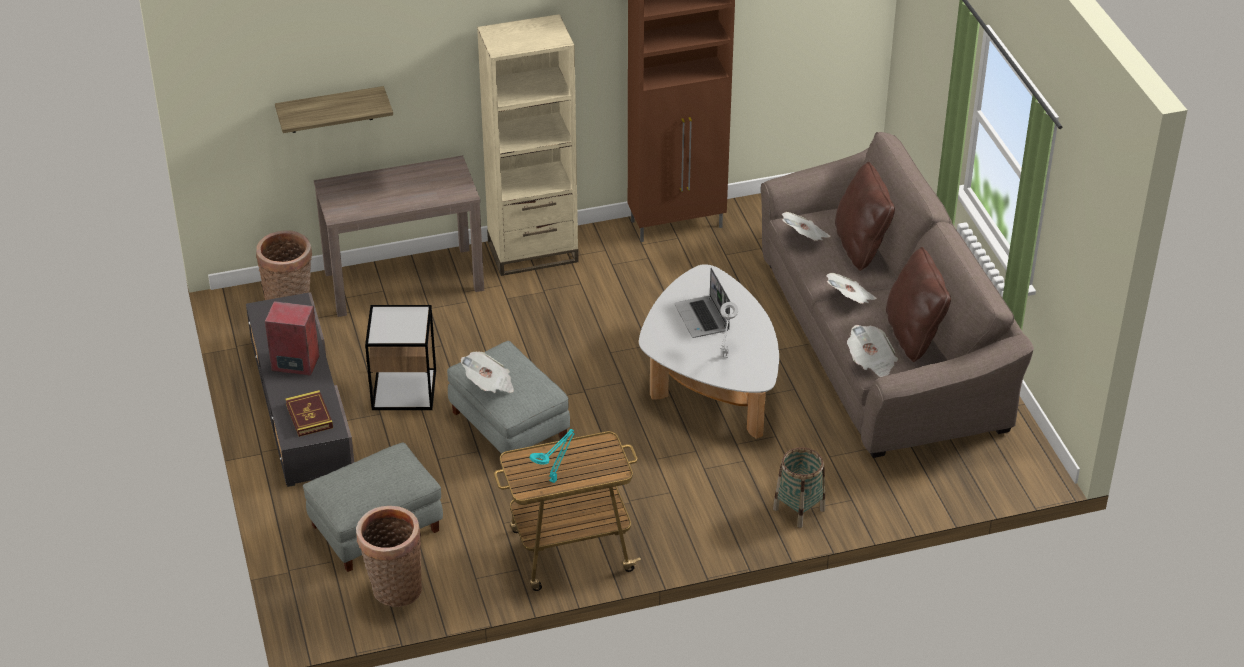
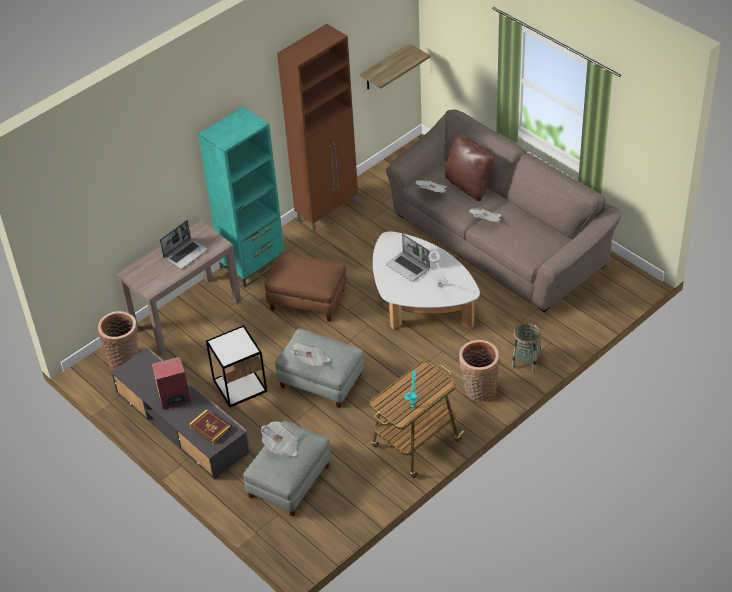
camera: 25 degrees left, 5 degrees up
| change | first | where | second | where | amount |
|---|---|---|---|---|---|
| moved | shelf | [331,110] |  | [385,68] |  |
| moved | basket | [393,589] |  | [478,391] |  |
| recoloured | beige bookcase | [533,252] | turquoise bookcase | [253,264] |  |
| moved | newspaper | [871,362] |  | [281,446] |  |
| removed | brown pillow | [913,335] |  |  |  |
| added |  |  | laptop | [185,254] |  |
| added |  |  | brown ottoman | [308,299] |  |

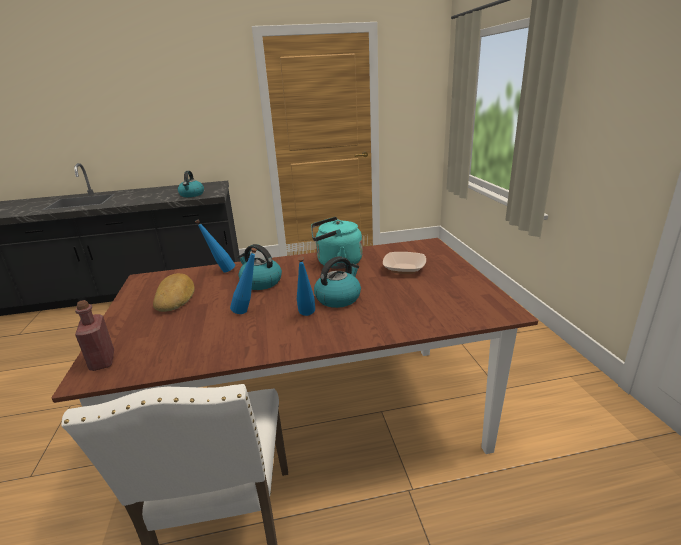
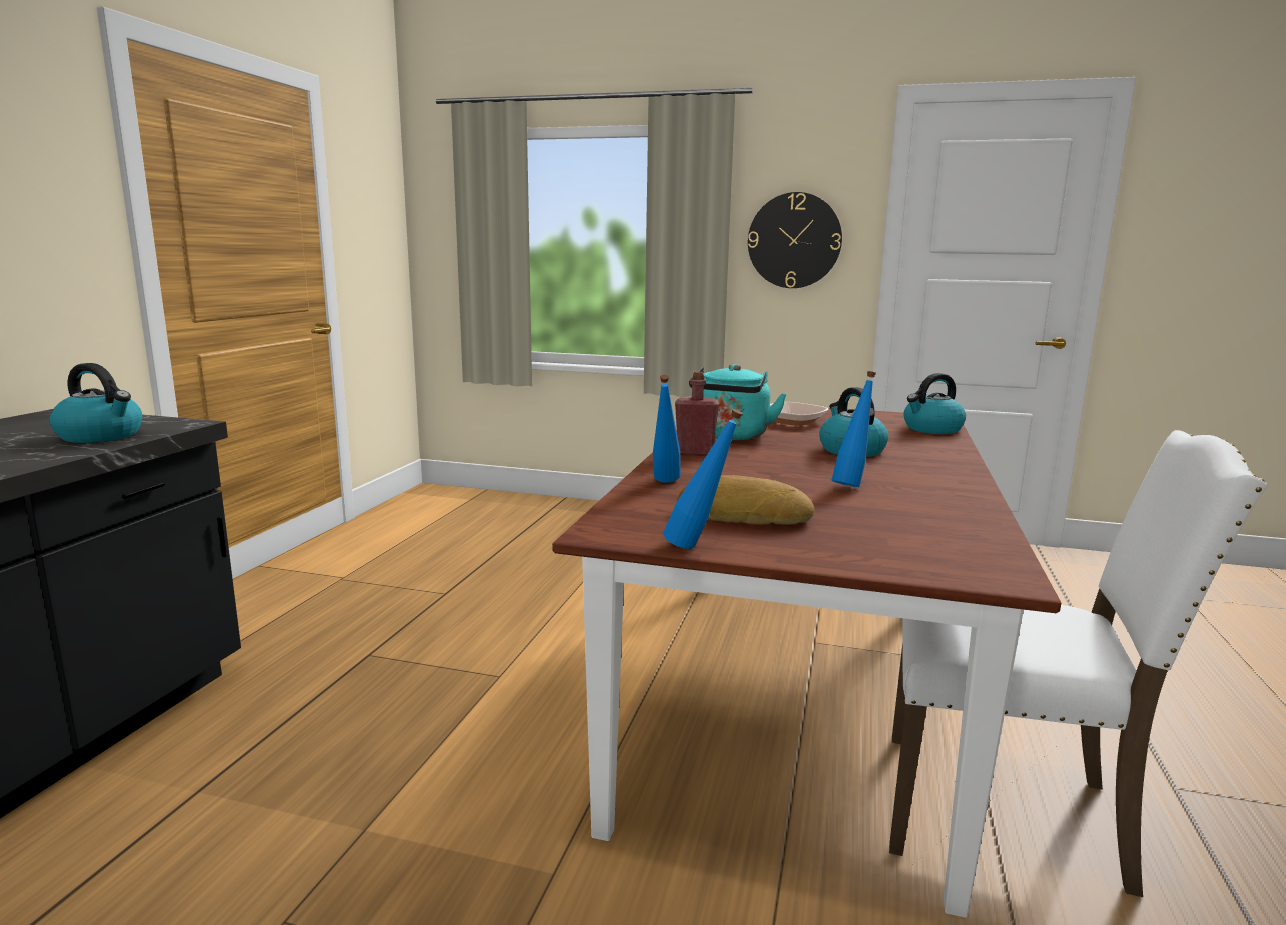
camera: 65 degrees left, 10 degrees down
| change | first | where | second | where | amount |
|---|---|---|---|---|---|
| moved | red bottle | [102,361] |  | [695,453] |  |
| moved | kettle | [260,282] |  | [932,429] |  |
| moved | blue bottle | [307,316] |  | [699,547] |  |
| added |  |  | wall clock | [794,240] |  |

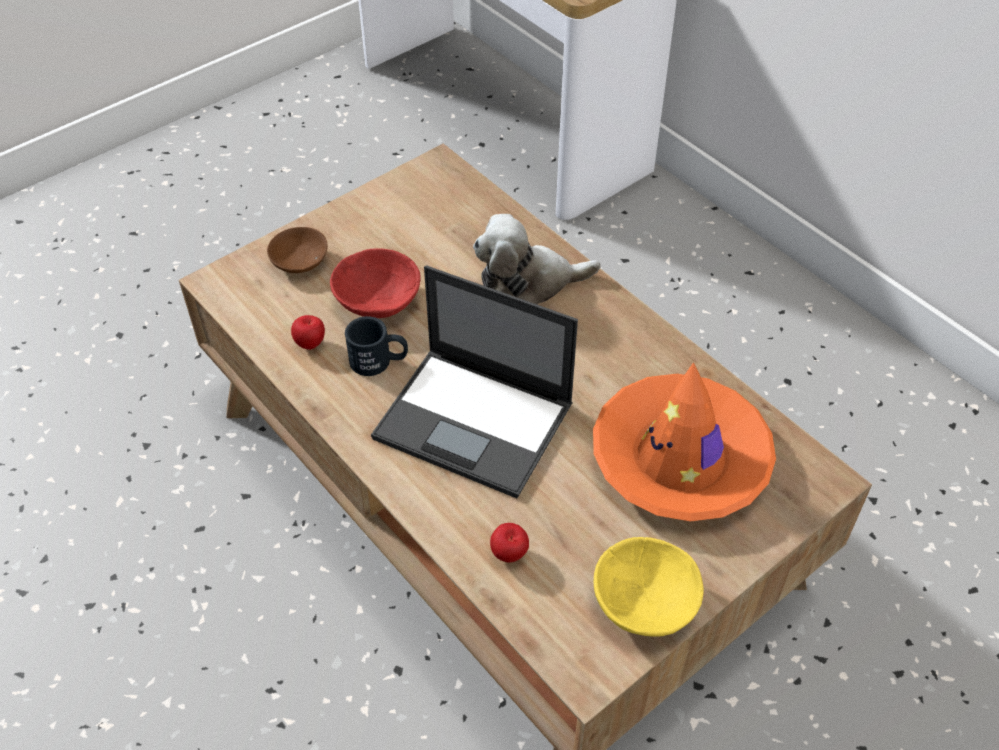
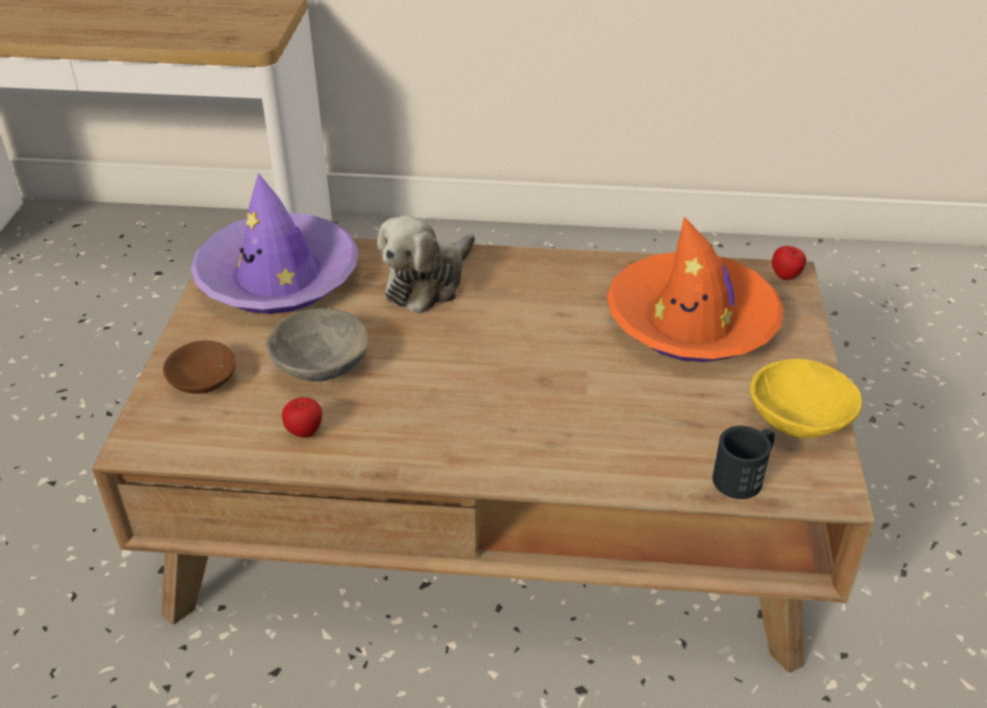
camera: 45 degrees left, 10 degrees down
| change | first | where | second | where | amount |
|---|---|---|---|---|---|
| recoloured | red bowl | [376,301] | grey bowl | [319,367] |  |
| moved | black mug | [379,361] |  | [744,475] |  |
| removed | laptop | [476,422] |  |  |  |
| moved | apple | [509,554] |  | [785,277] |  |
| added |  |  | purple hat | [278,278] |  |

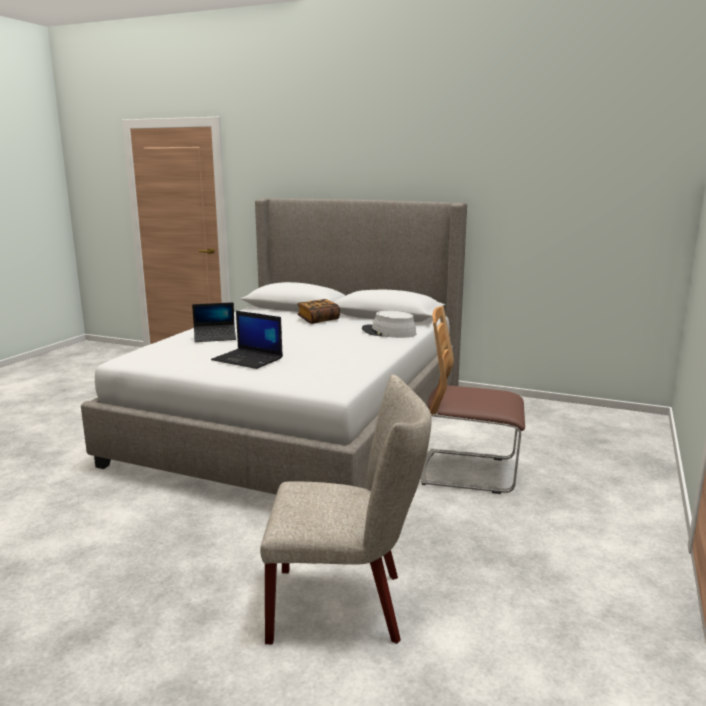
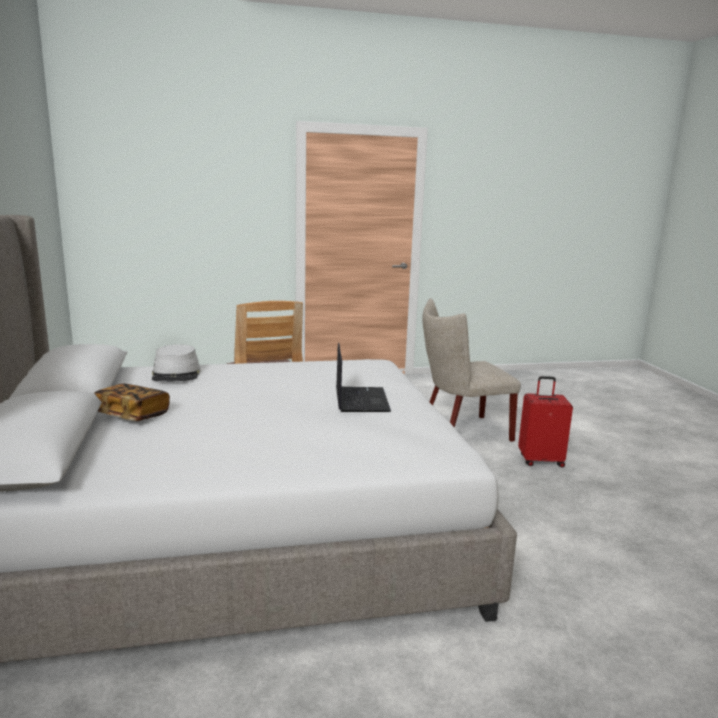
camera: 125 degrees left, 0 degrees up
| change | first | where | second | where | amount |
|---|---|---|---|---|---|
| removed | laptop | [215,337] |  |  |  |
| turned | beige chair | [346,605] |  | [460,432] | 75 degrees counterclockwise |
| added |  |  | red suitcase | [540,460] |  |

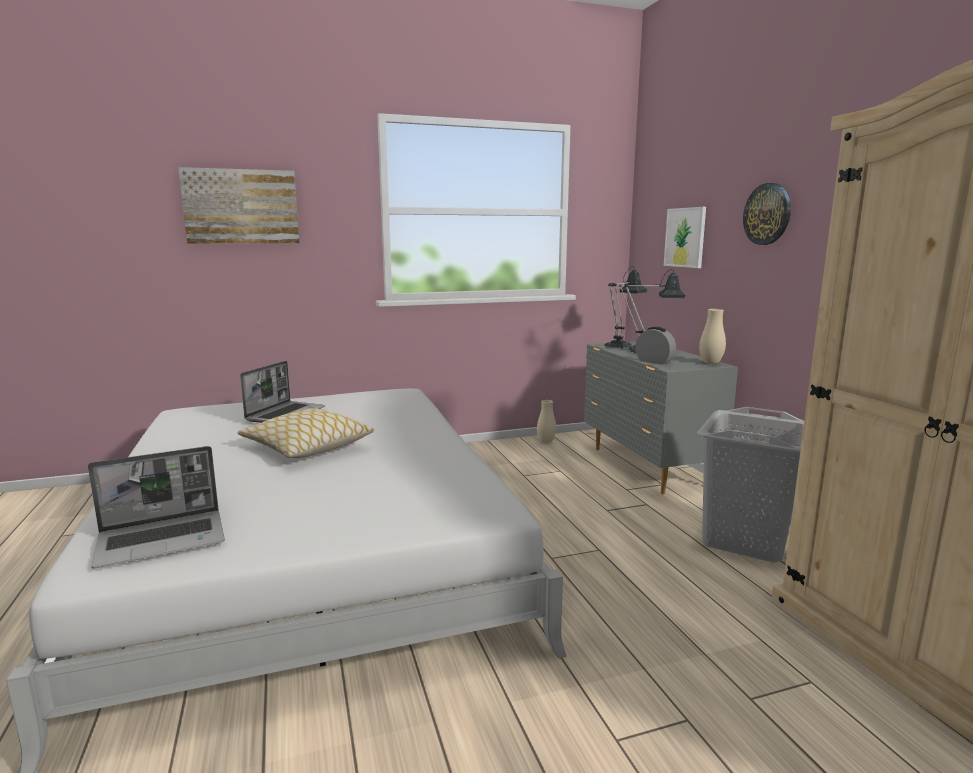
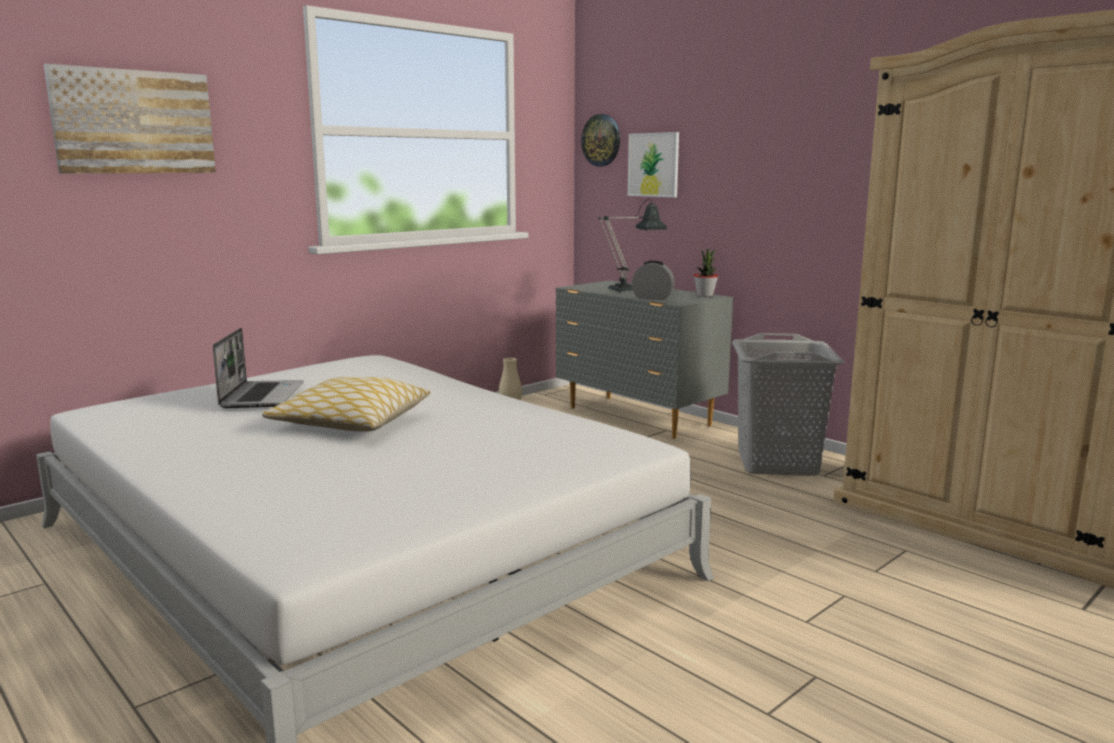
camera: 25 degrees left, 0 degrees up
| change | first | where | second | where | amount |
|---|---|---|---|---|---|
| removed | laptop | [163,540] |  |  |  |
| removed | table lamp | [621,345] |  |  |  |
| replaced | beige vase | [710,363] | potted plant | [705,295] |  |
| moved | wall clock | [767,214] |  | [601,140] |  |

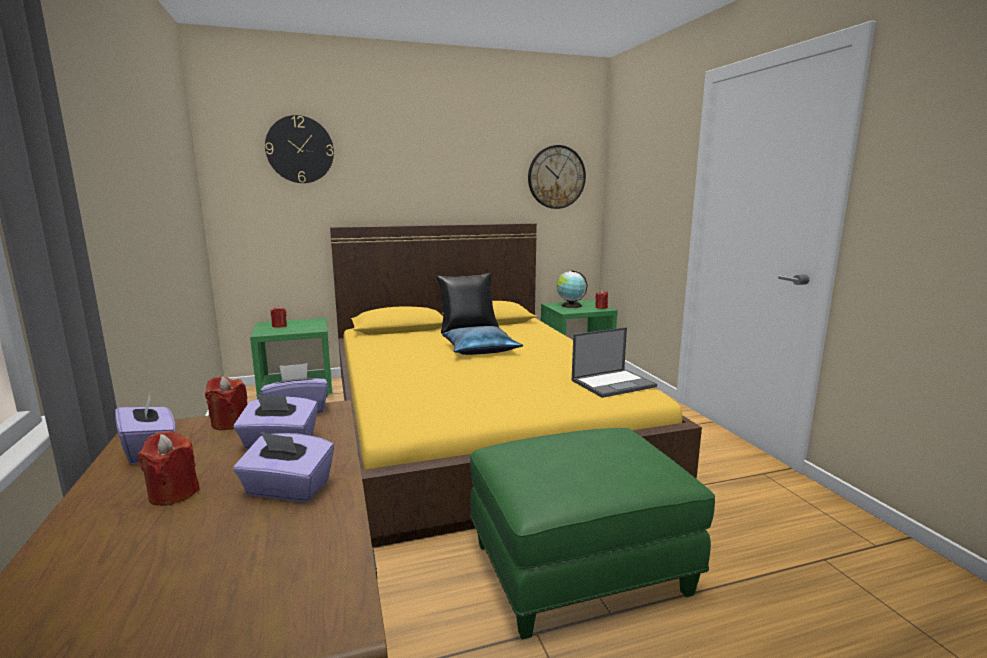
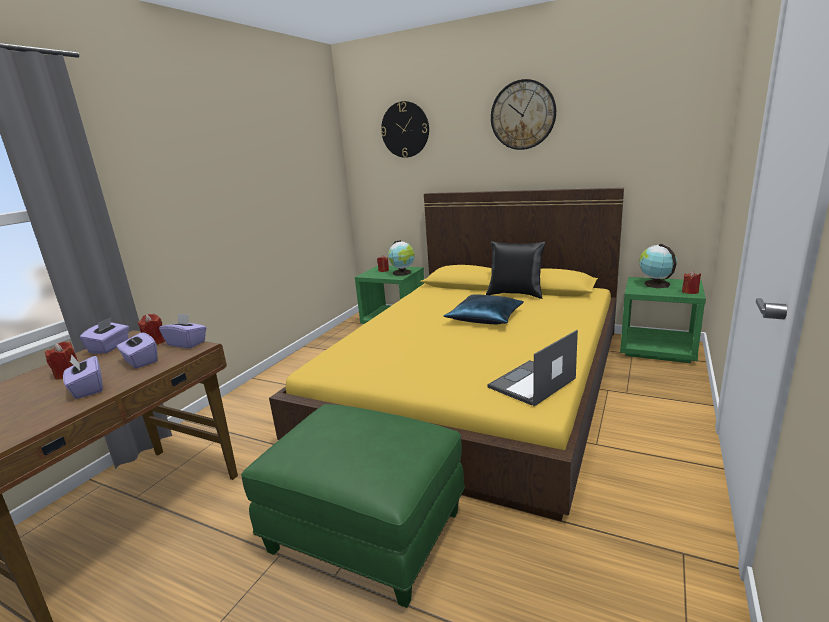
camera: 45 degrees right, 5 degrees up
| change | first | where | second | where | amount |
|---|---|---|---|---|---|
| moved | wall clock | [556,177] |  | [523,115] |  |
| turned | laptop | [613,383] |  | [531,383] | 120 degrees clockwise |
| added |  |  | globe | [403,273] |  |

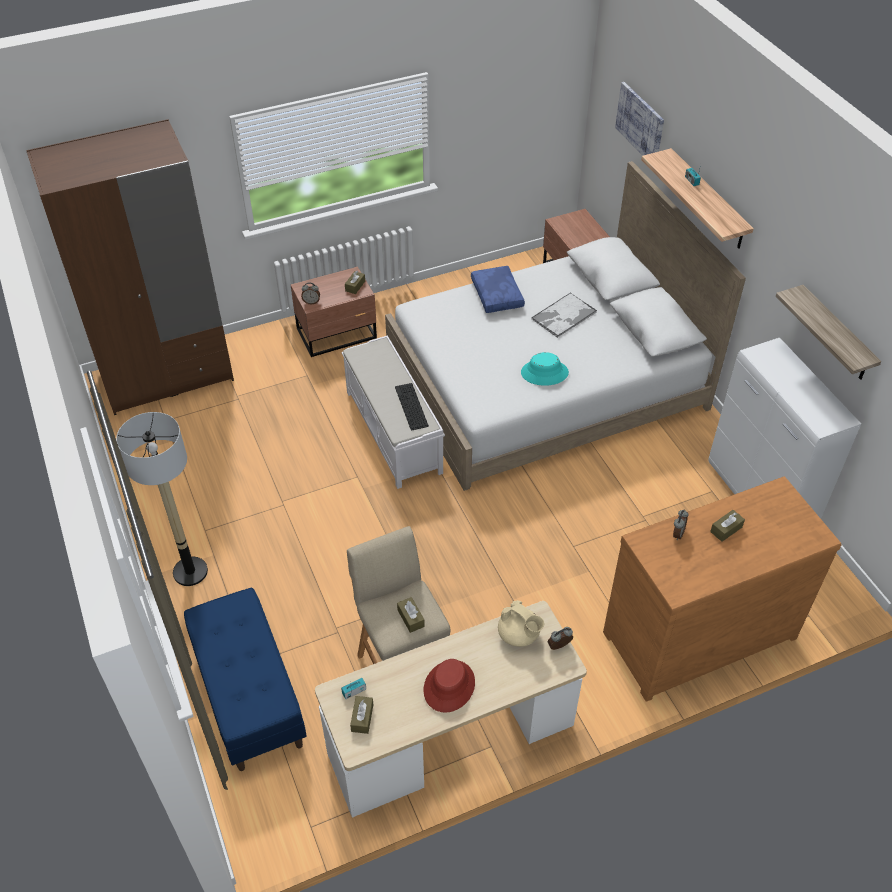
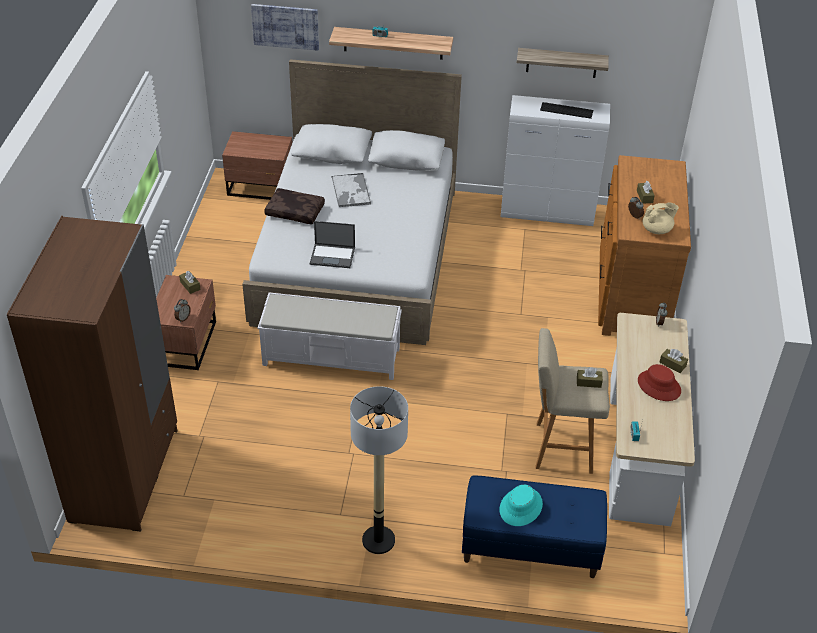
camera: 60 degrees left, 5 degrees down
| change | first | where | second | where | amount |
|---|---|---|---|---|---|
| moved | brown tissue box | [362,718] |  | [672,364] |  |
| moved | keyboard | [411,406] |  | [566,110] |  |
| recoloured | blue pillow | [498,295] | brown pillow | [295,211] |  |
| moved | beige teapot | [519,635] |  | [657,230] |  |
| moved | turquoise hat | [544,373] |  | [521,507] |  |
| added |  |  | laptop | [333,256] |  |

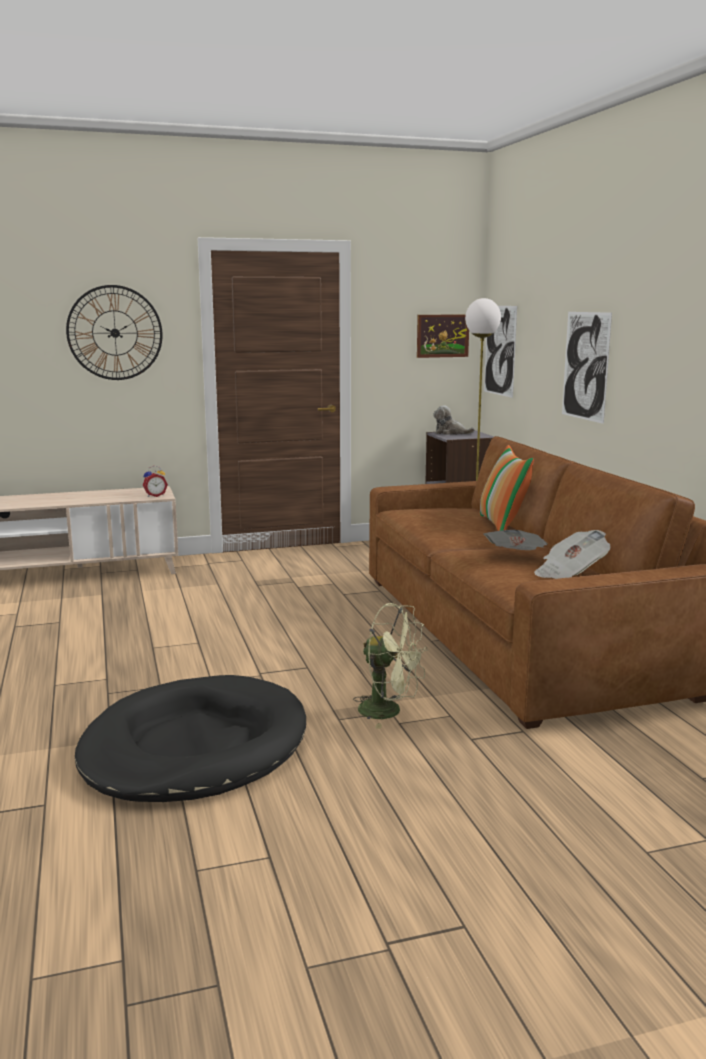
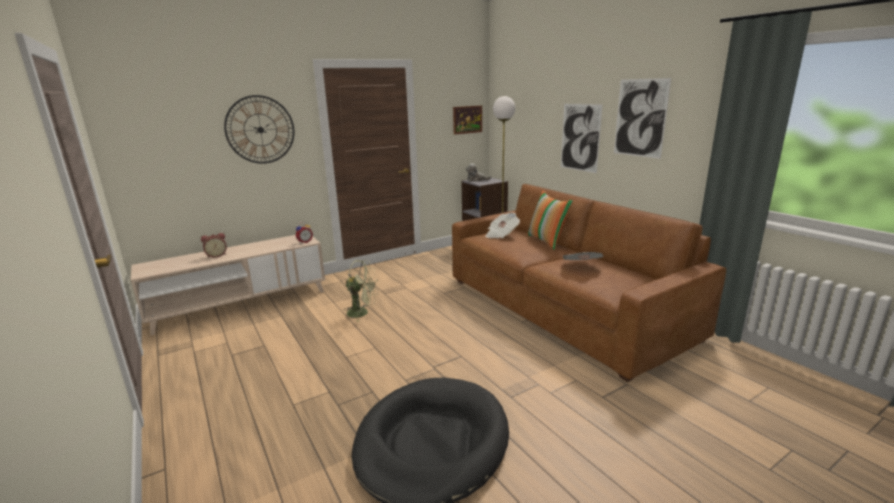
camera: 15 degrees left, 5 degrees up
| change | first | where | second | where | amount |
|---|---|---|---|---|---|
| moved | green fan | [389,711] |  | [362,313] |  |
| moved | picture | [500,350] |  | [640,118] |  |
| moved | newspaper | [570,573] |  | [501,235] |  |
| added |  |  | alarm clock | [216,255] |  |

